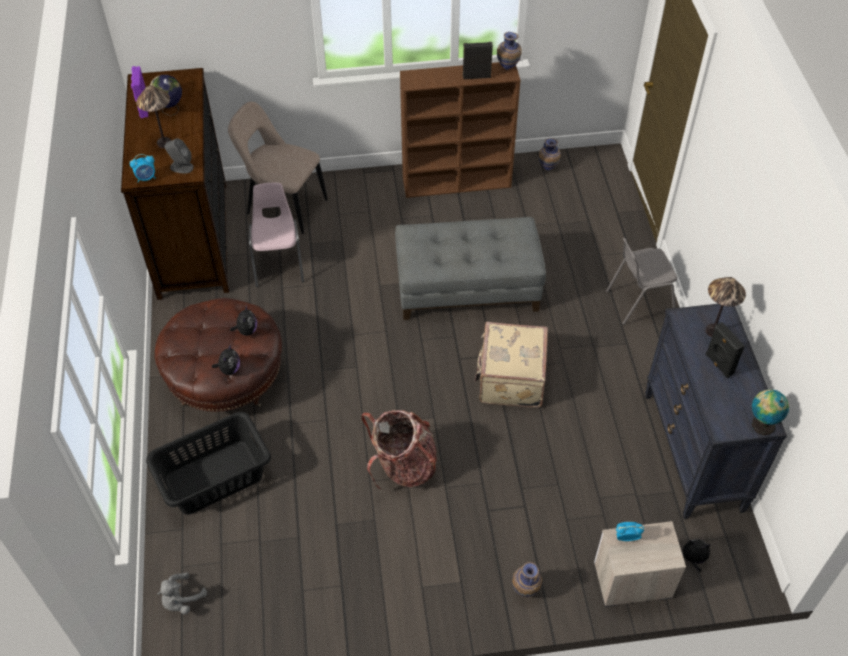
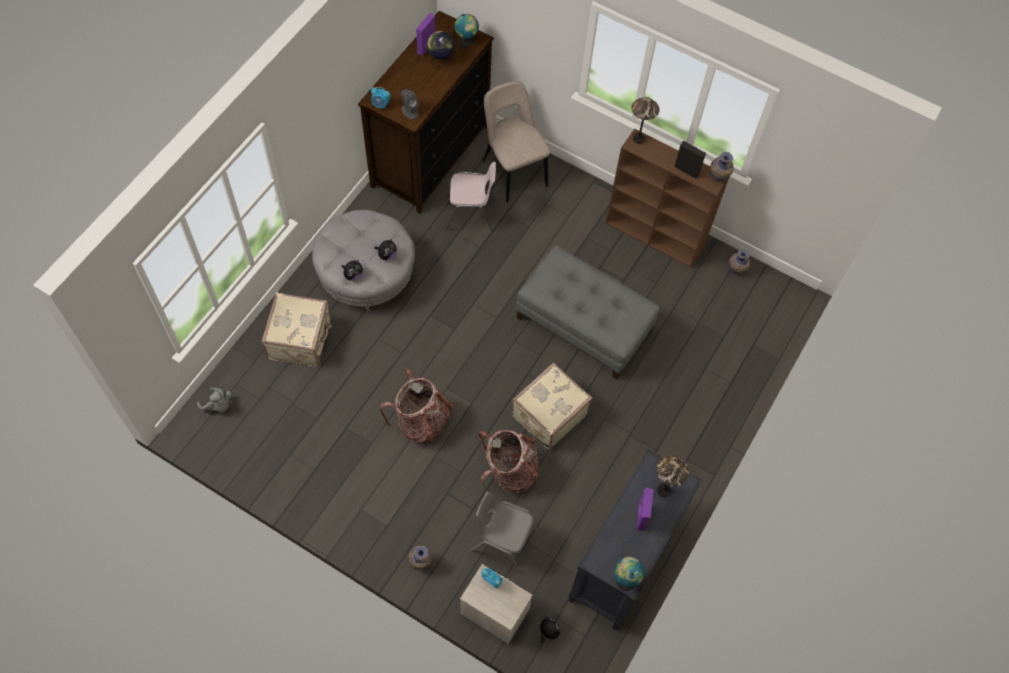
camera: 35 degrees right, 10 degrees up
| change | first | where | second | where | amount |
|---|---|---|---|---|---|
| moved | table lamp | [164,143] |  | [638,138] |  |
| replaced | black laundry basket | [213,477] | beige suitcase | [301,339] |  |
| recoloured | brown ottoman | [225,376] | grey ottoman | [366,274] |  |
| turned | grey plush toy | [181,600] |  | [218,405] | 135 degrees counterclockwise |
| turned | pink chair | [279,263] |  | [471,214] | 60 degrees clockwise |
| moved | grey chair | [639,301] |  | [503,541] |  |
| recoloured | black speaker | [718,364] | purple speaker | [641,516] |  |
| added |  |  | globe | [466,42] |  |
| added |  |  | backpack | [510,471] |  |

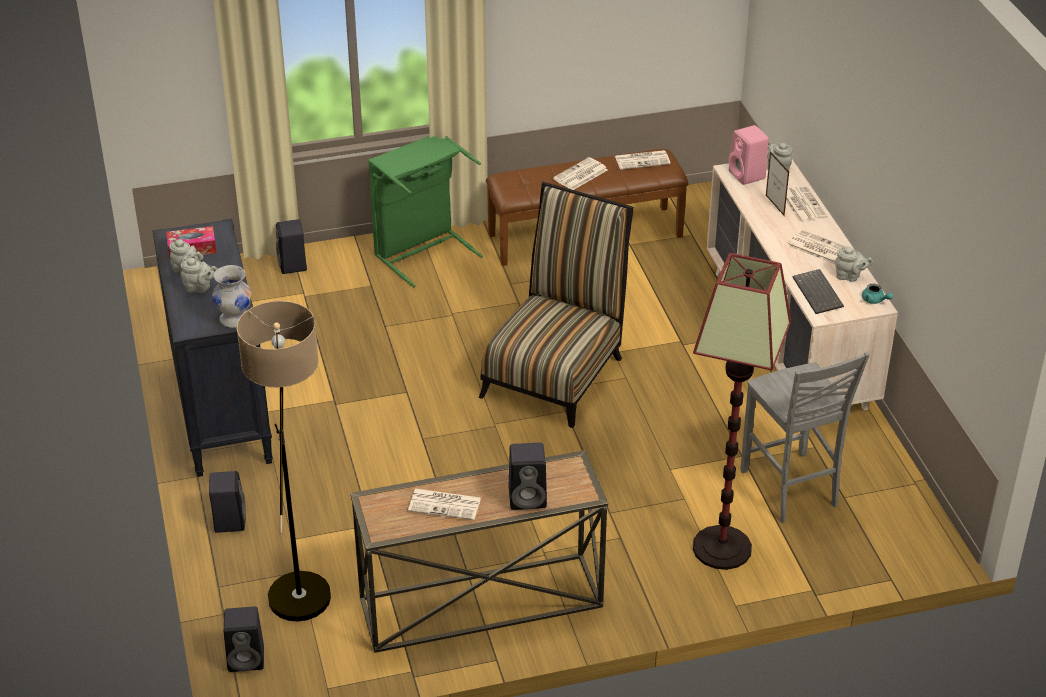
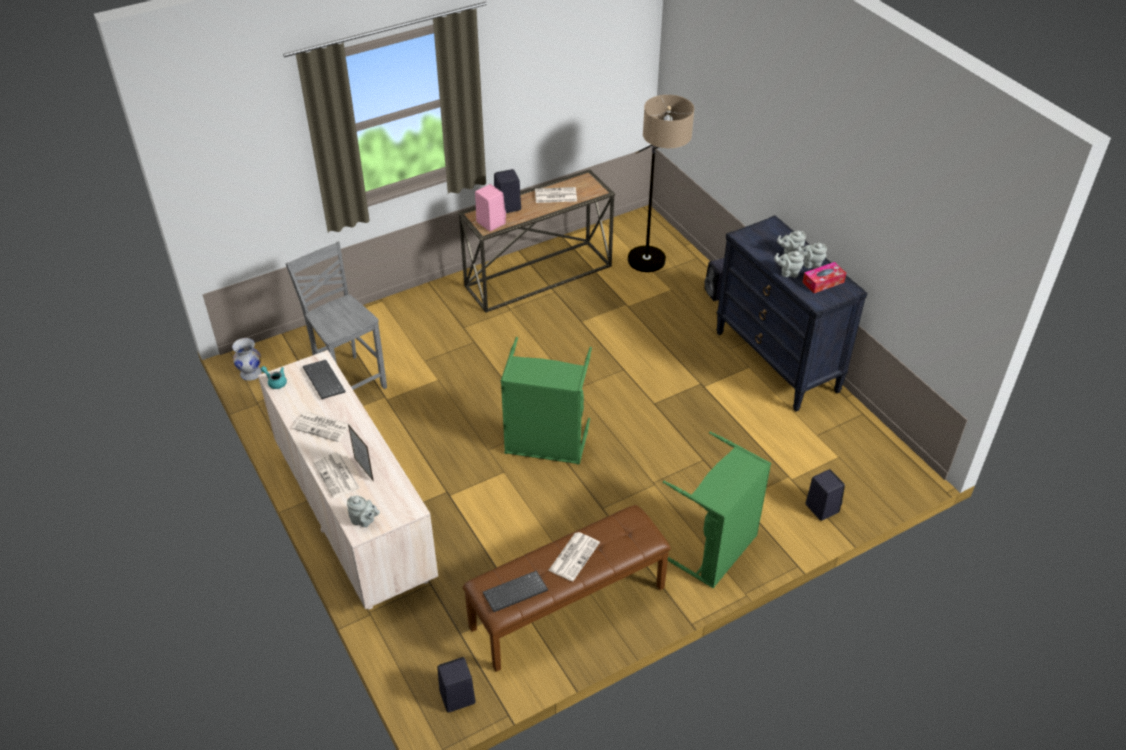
camera: 165 degrees right, 5 degrees up
| change | first | where | second | where | amount |
|---|---|---|---|---|---|
| moved | white vase | [235,319] |  | [250,373] |  |
| moved | black speaker | [247,658] |  | [456,698] |  |
| replaced | chair | [556,371] | green laundry basket | [546,444] |  |
| replaced | newspaper | [643,160] | keyboard | [515,593] |  |
| removed | floor lamp | [721,548] |  |  |  |
| moved | pink speaker | [747,175] |  | [490,222] |  |
| moved | grey teapot | [849,277] |  | [788,273] |  |

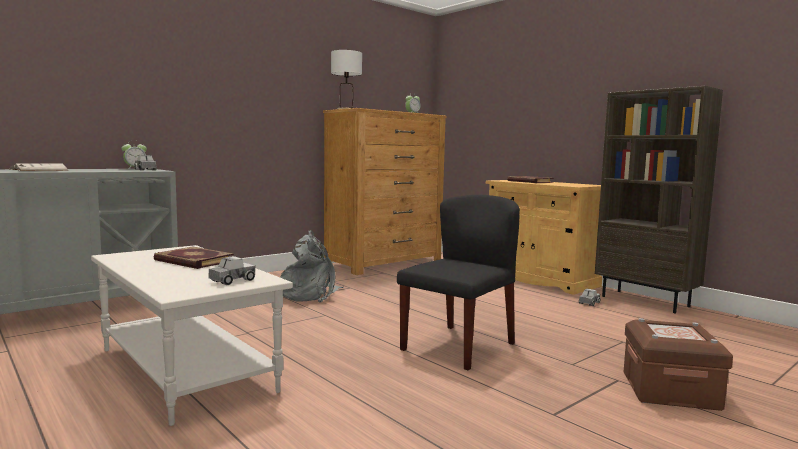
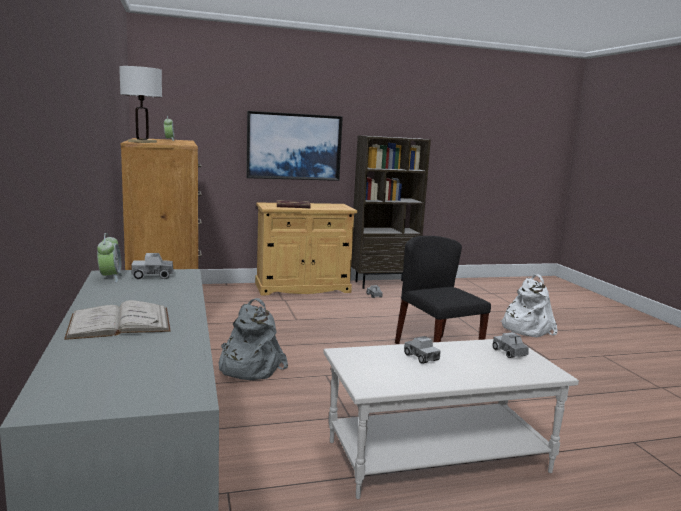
camera: 65 degrees left, 5 degrees up
| change | first | where | second | where | amount |
|---|---|---|---|---|---|
| replaced | book | [193,261] | toy truck | [421,357] |  |
| replaced | brown storage box | [670,390] | white backpack | [525,328] |  |
| added |  |  | picture | [294,146] |  |

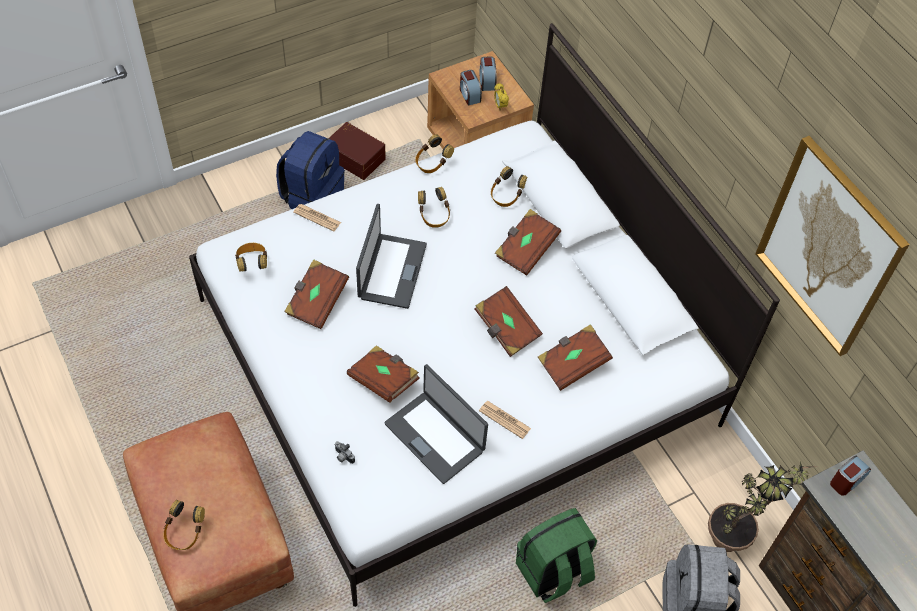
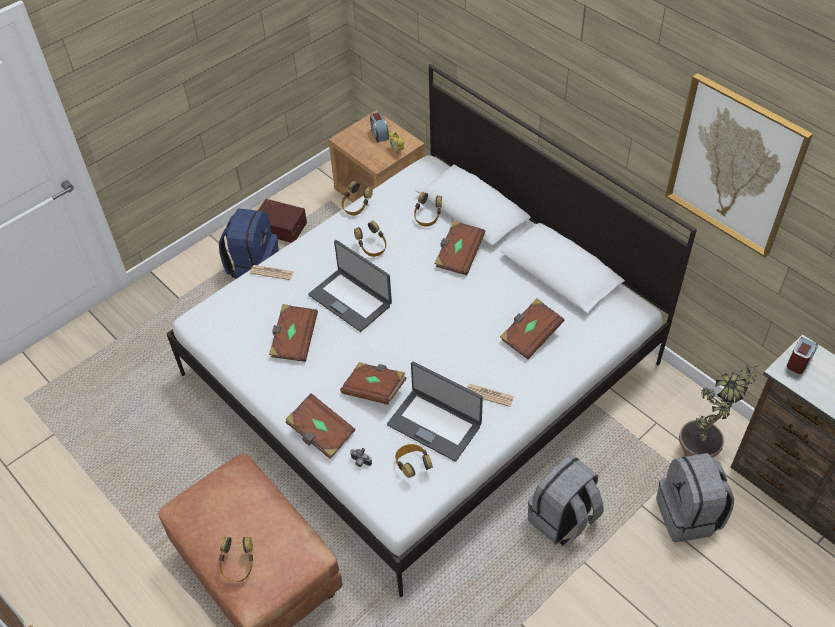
camera: 10 degrees left, 5 degrees down
| change | first | where | second | where | amount |
|---|---|---|---|---|---|
| moved | headphones | [252,263] |  | [412,465] |  |
| turned | laptop | [391,271] |  | [350,299] | 135 degrees clockwise |
| removed | alarm clock | [469,95] |  |  |  |
| moved | brown book | [506,329] |  | [321,433] |  |
| recoloured | green backpack | [553,572] | grey backpack | [562,520] |  |

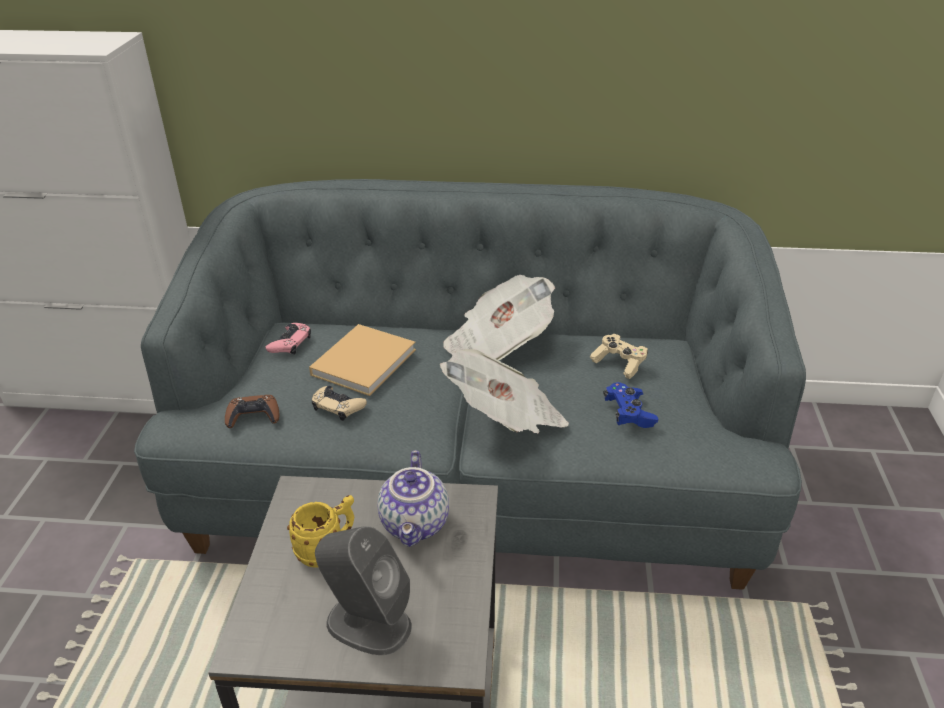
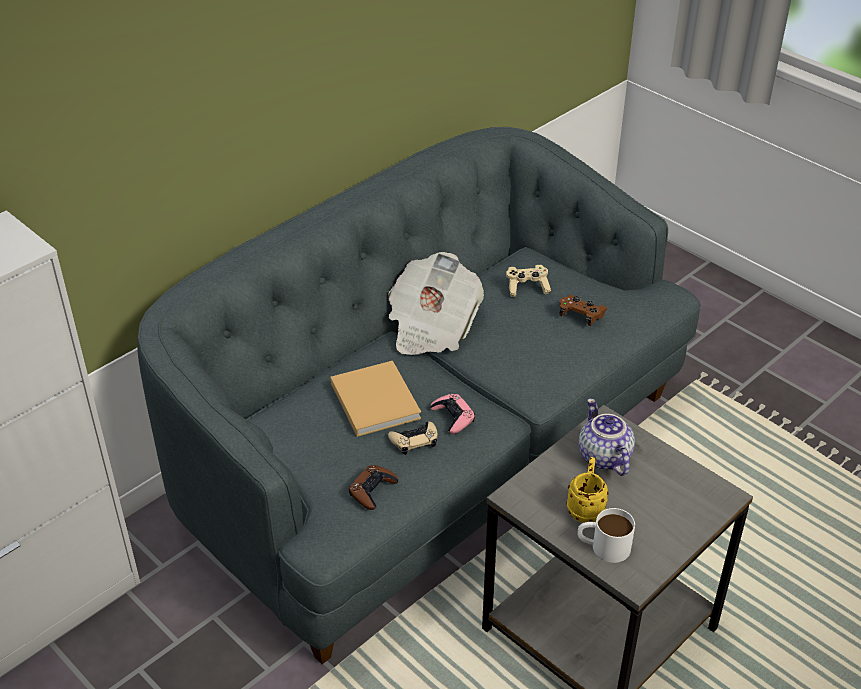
camera: 50 degrees left, 5 degrees up
| change | first | where | second | where | amount |
|---|---|---|---|---|---|
| moved | pink game controller | [290,343] |  | [453,417] |  |
| removed | grey speaker | [367,623] |  |  |  |
| turned | teapot | [416,524] |  | [602,457] | 150 degrees counterclockwise |
| removed | newspaper | [505,418] |  |  |  |
| recoloured | blue game controller | [628,413] | brown game controller | [581,316] |  |
| added |  |  | white mug | [603,546] |  |

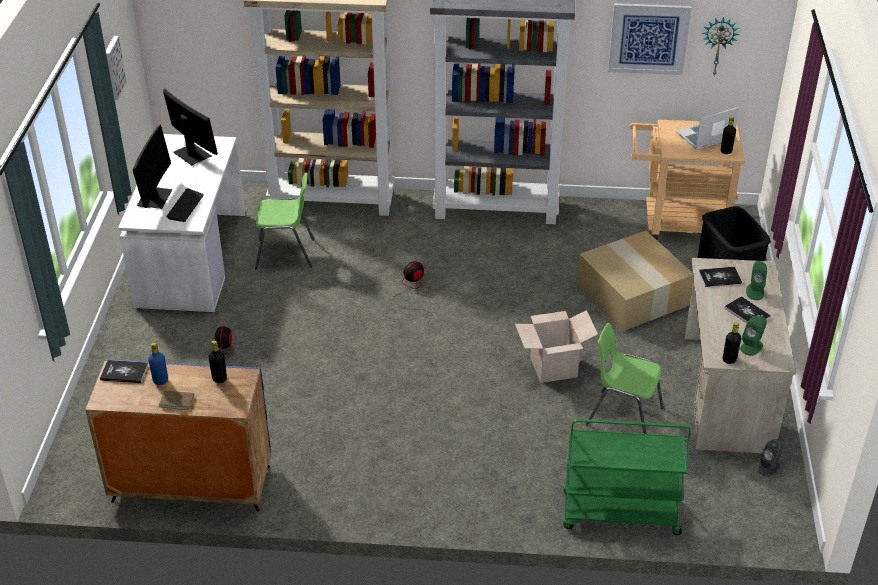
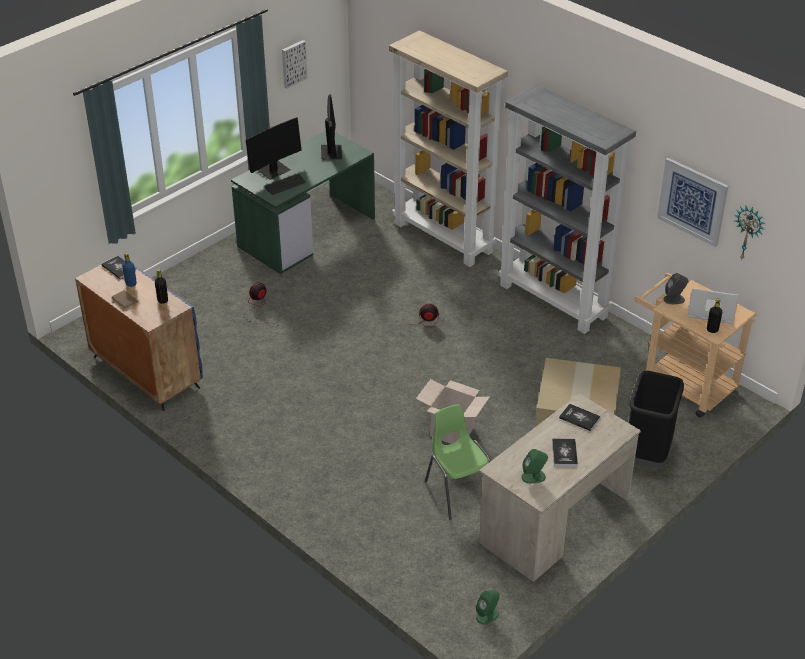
camera: 40 degrees right, 0 degrees up
| change | first | where | second | where | amount |
|---|---|---|---|---|---|
| recoloured | white desk | [191,258] | green desk | [307,231] |  |
| removed | green chair | [286,254] |  |  |  |
| removed | green cart | [619,514] |  |  |  |
| removed | black bottle | [729,359] |  |  |  |
| moved | green speaker | [755,291] |  | [487,615] |  |
| moved | grey speaker | [769,468] |  | [674,299] |  |

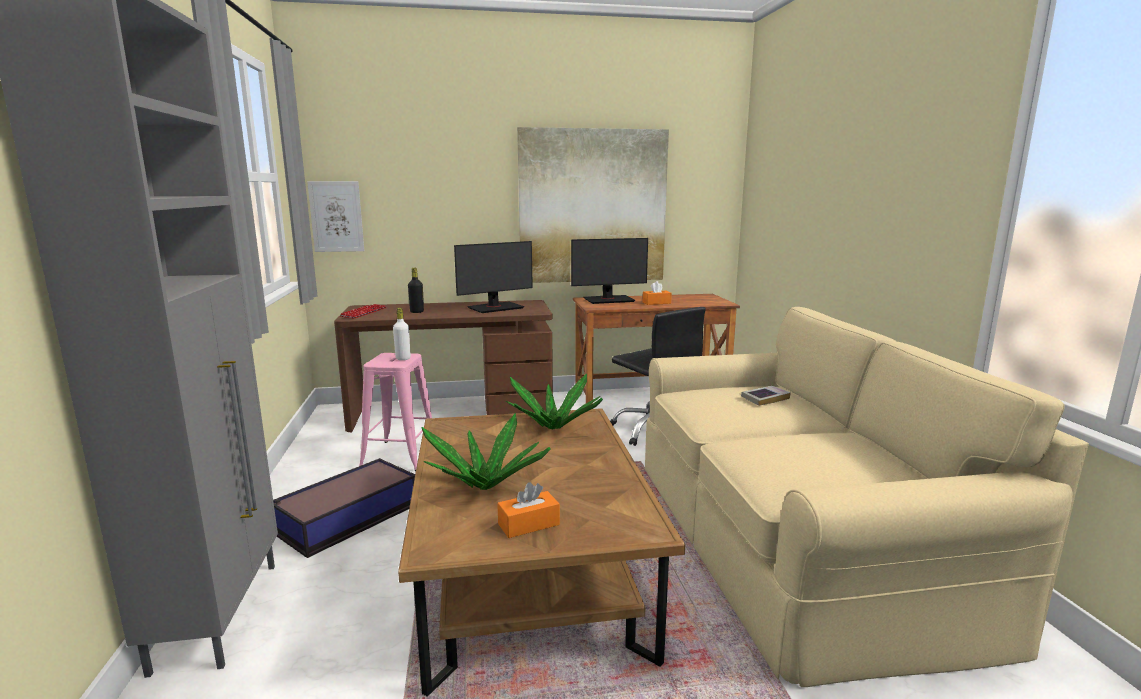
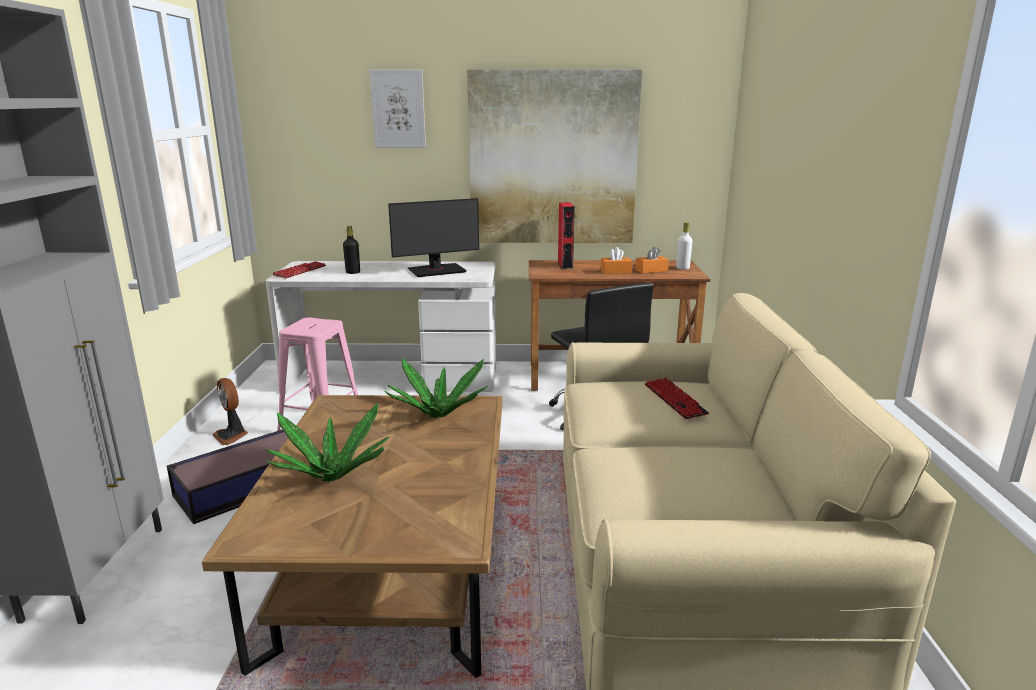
camera: 10 degrees right, 5 degrees up
| change | first | where | second | where | amount |
|---|---|---|---|---|---|
| moved | picture | [336,216] |  | [398,109] |  |
| recoloured | brown desk | [452,411] | white desk | [393,377] |  |
| moved | white bottle | [403,358] |  | [682,268] |  |
| moved | orange tissue box | [528,524] |  | [651,270] |  |
| replaced | monitor | [608,300] | red speaker | [565,265] |  |
| replaced | book | [765,398] | keyboard | [675,400] |  |
| added |  |  | fan | [232,435] |  |

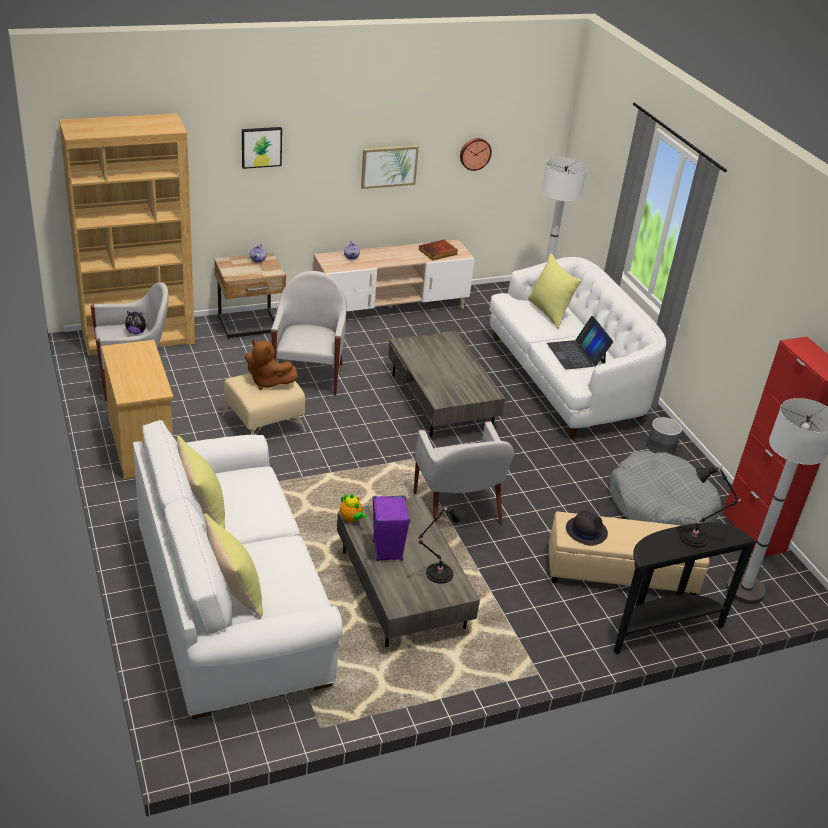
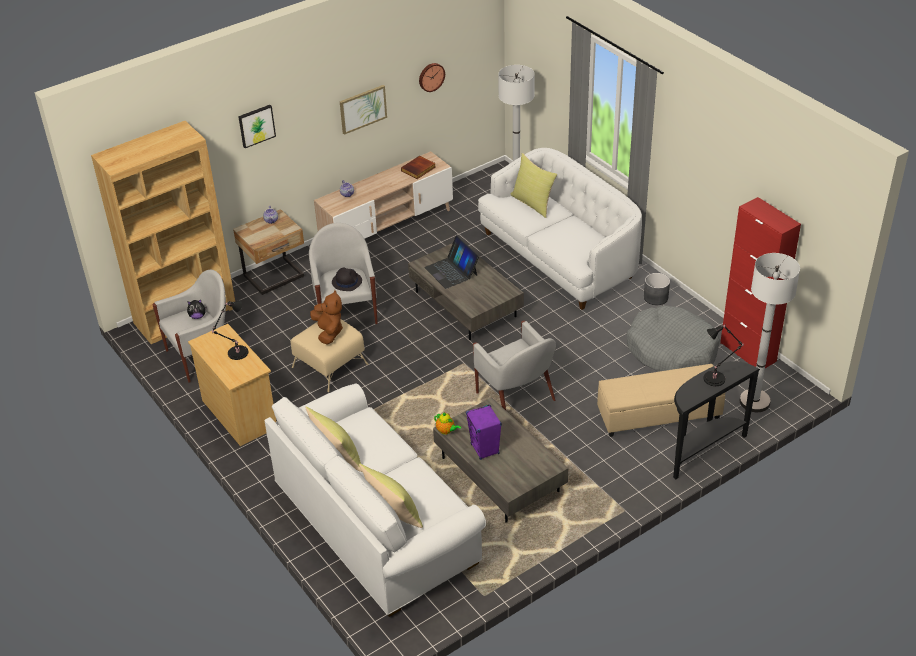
camera: 10 degrees left, 5 degrees up
| change | first | where | second | where | amount |
|---|---|---|---|---|---|
| turned | brown plush toy | [268,382] |  | [328,332] | 120 degrees counterclockwise |
| moved | black table lamp | [437,574] |  | [236,353] |  |
| moved | laptop | [576,354] |  | [451,271] |  |
| moved | black hat | [586,531] |  | [346,281] |  |

